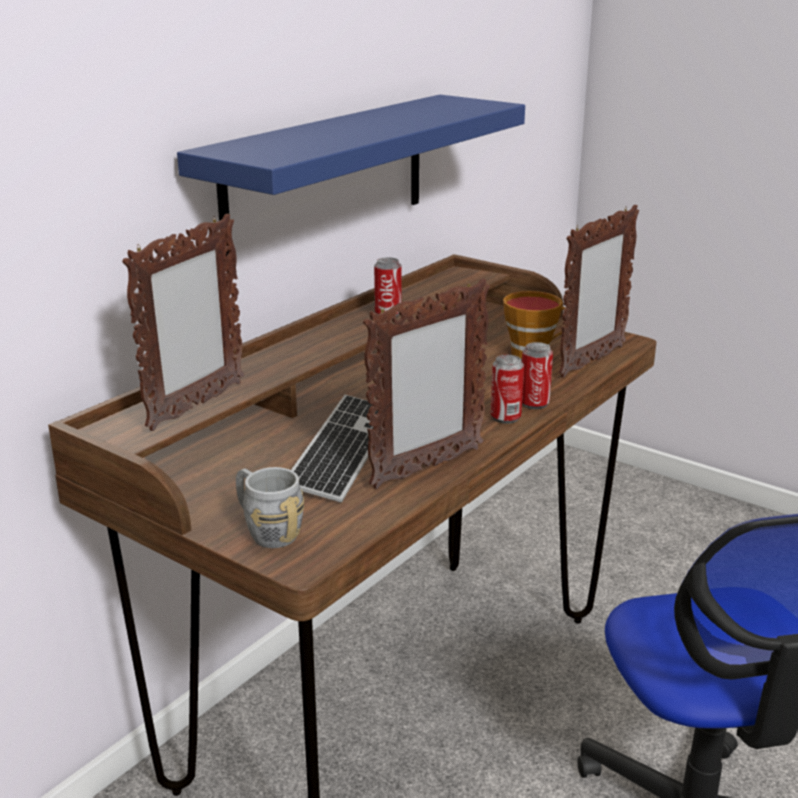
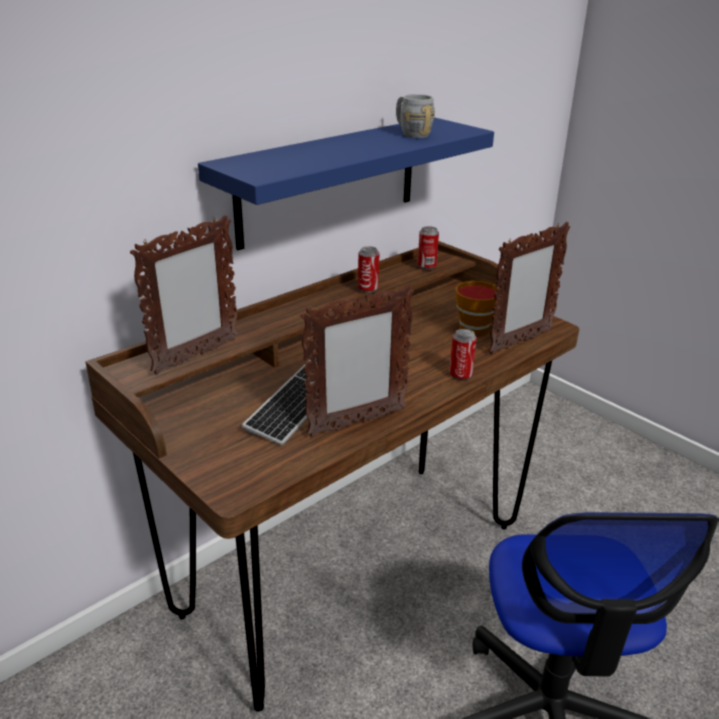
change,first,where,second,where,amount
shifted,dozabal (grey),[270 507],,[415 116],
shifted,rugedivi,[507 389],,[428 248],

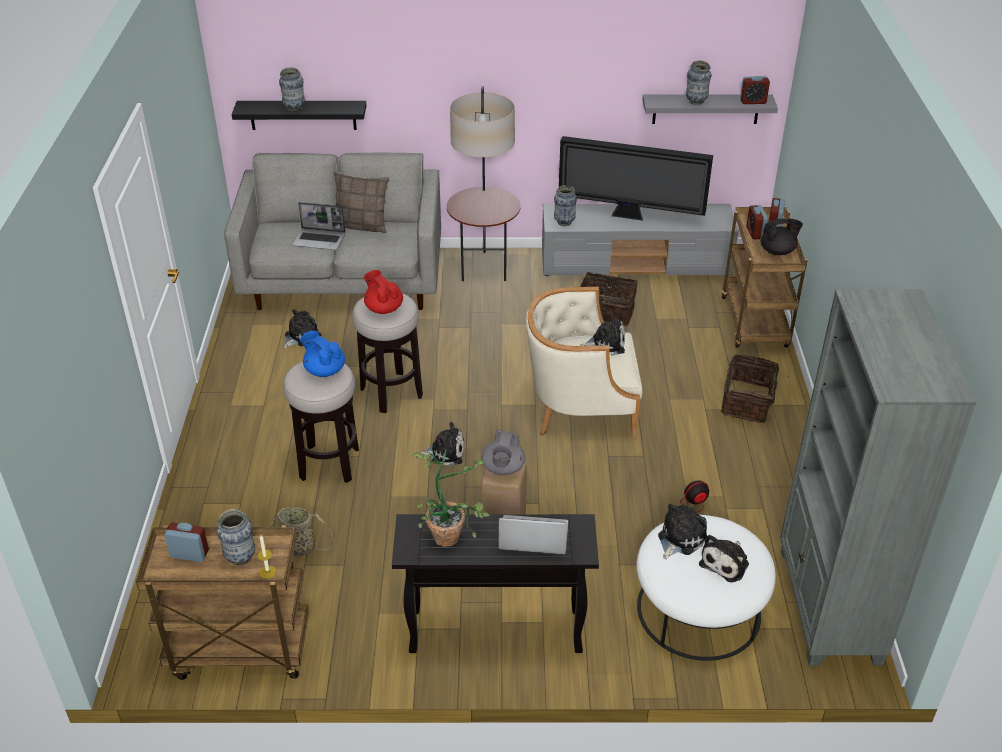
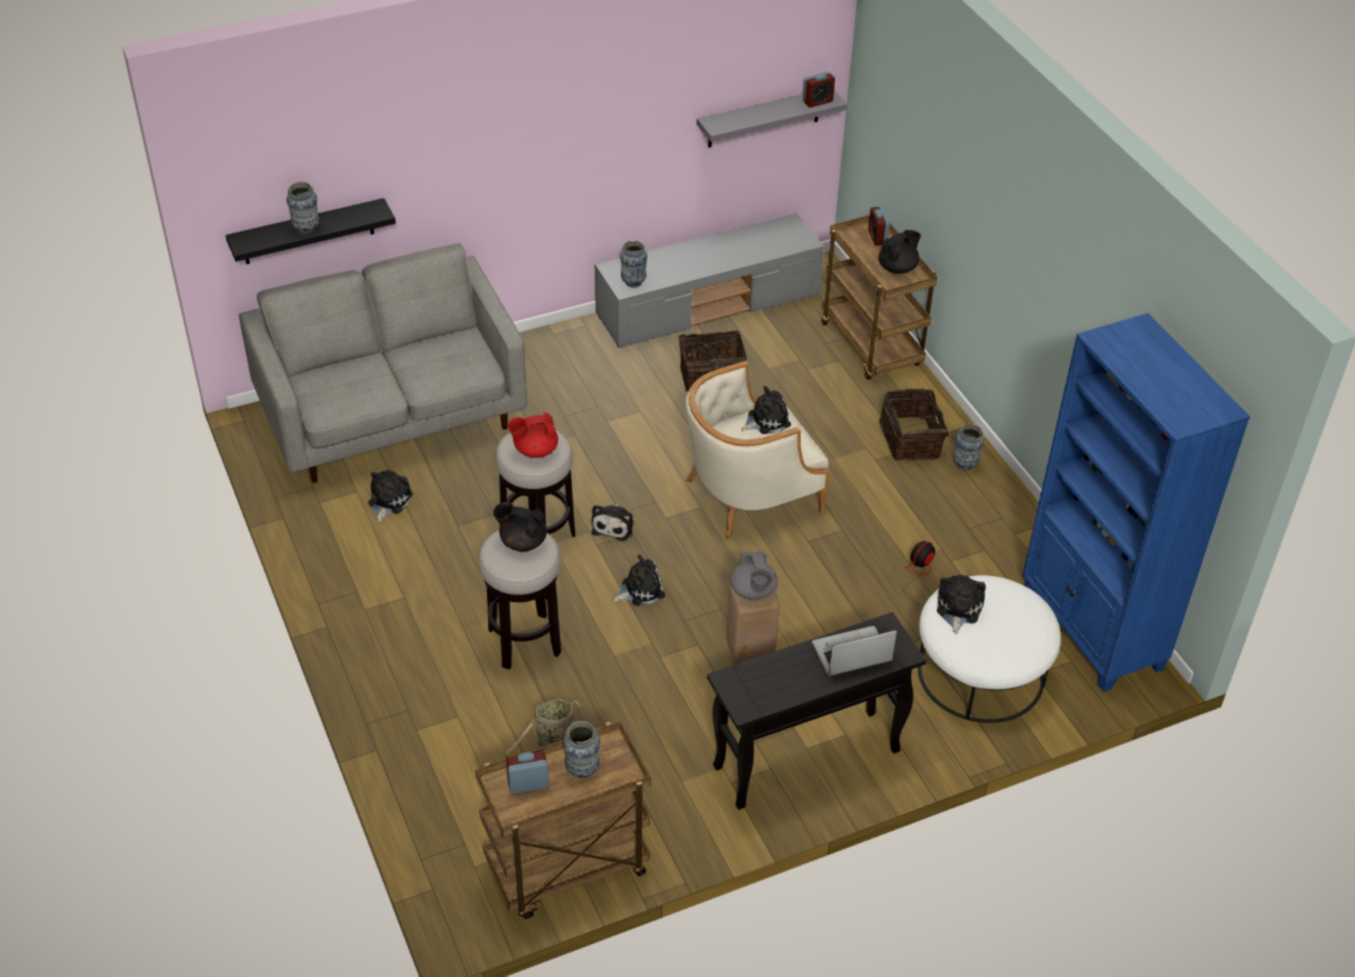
change,first,where,second,where,amount
gone,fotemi,[266 557],,,
gone,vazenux,[319 226],,,
repainted,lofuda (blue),[322 354],lofuda (black),[520 527],
gone,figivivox,[361 202],,,
rotated,lofuda (red),[383 292],,[533 435],45 degrees counterclockwise
gone,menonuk,[451 498],,,
gone,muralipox,[484 183],,,
gone,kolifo,[636 178],,,
shifted,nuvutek,[699 83],,[968 447],
shifted,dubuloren,[724 559],,[612 522],
gone,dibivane,[757 222],,,
repainted,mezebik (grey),[878 477],mezebik (blue),[1136 502],

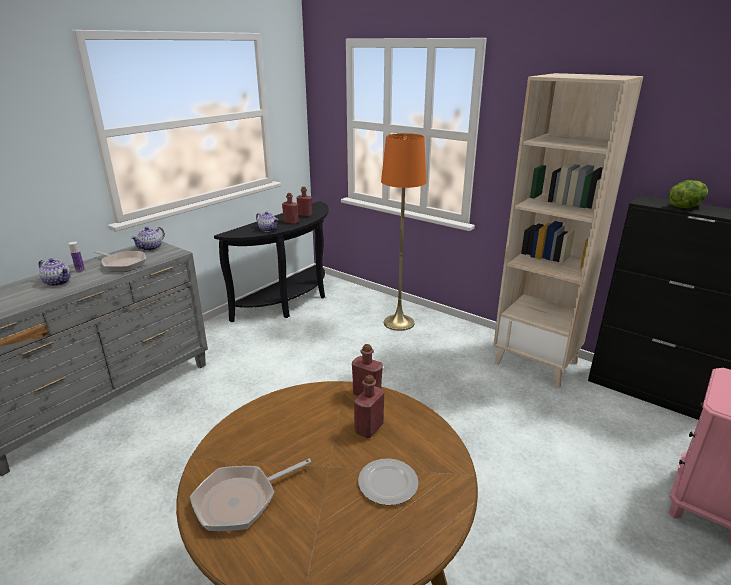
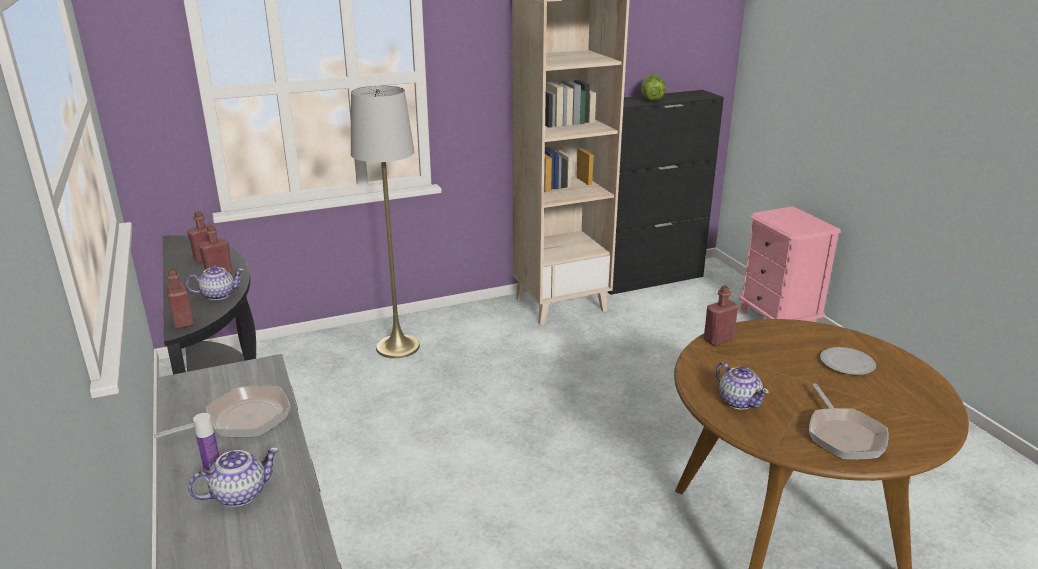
change,first,where,second,where,amount
shifted,lofuda,[148 239],,[742 386],
shifted,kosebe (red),[369 406],,[180 299],
repainted,muralipox (orange),[403 232],muralipox (grey),[385 221],

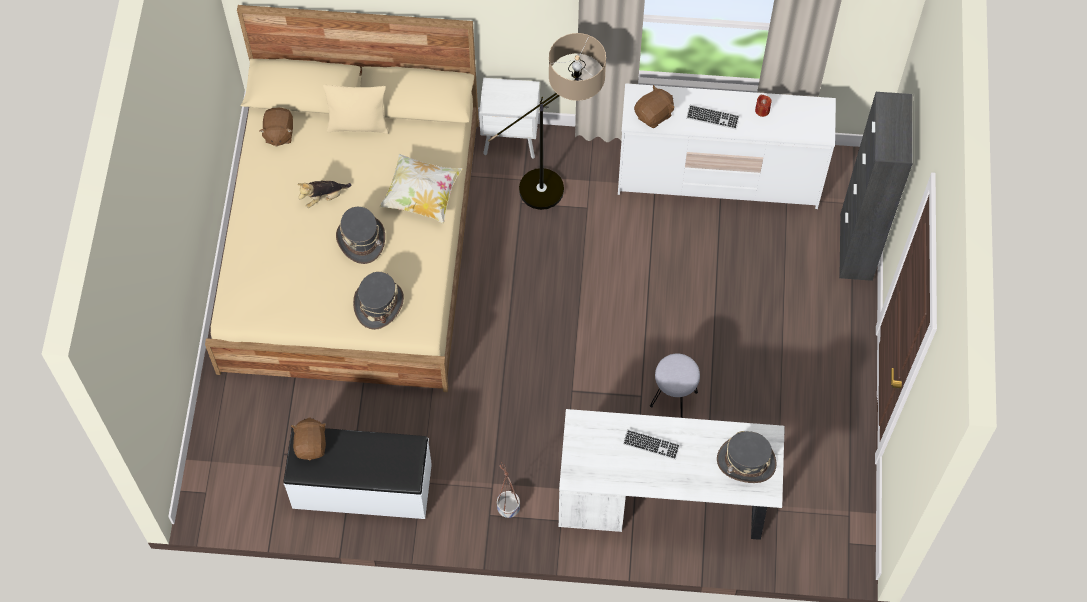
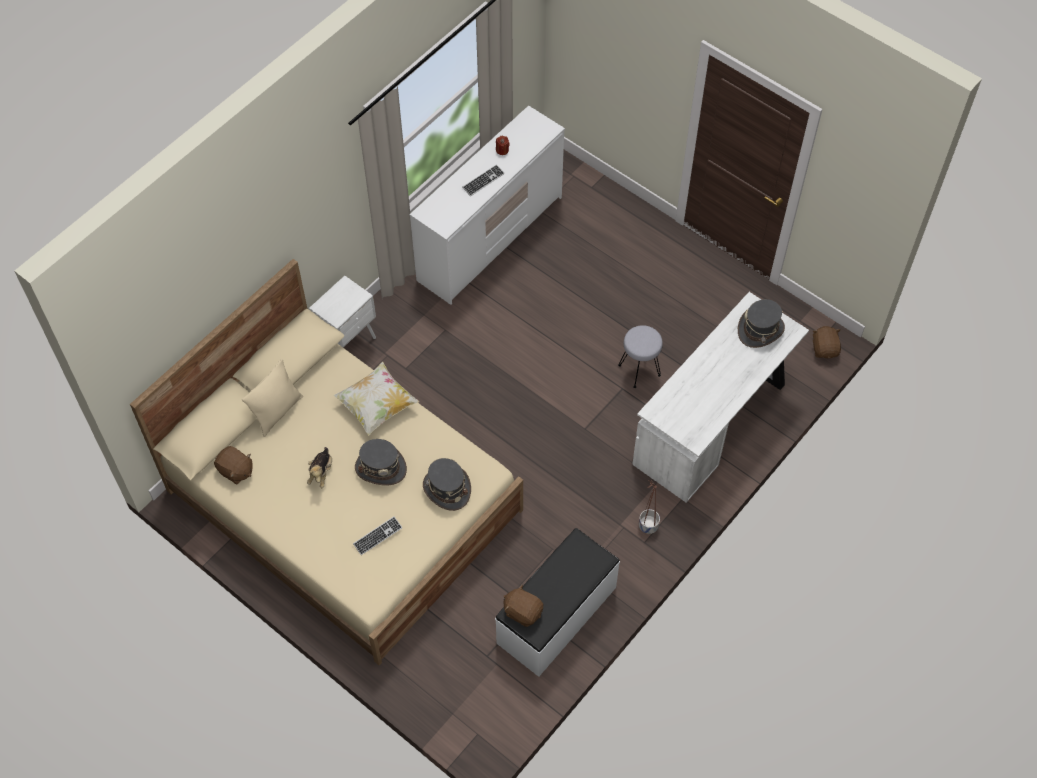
change,first,where,second,where,amount
gone,muralipox,[547 121],,,
shifted,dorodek,[651 444],,[377 536],
shifted,dubuloren (brown),[654 106],,[827 342],
gone,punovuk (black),[876 186],,,

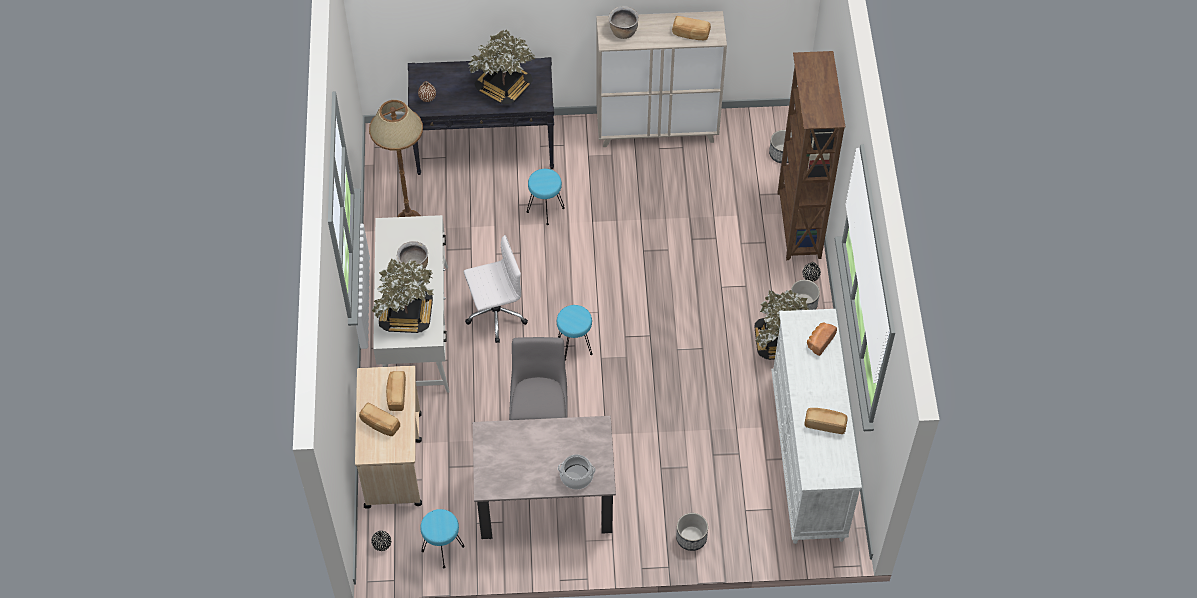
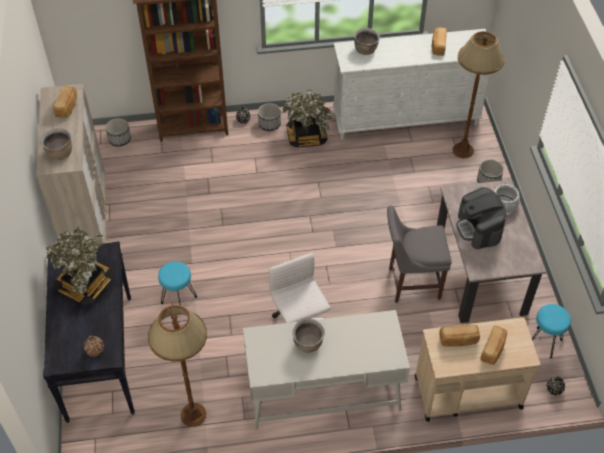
change,first,where,second,where,amount
gone,menonuk,[403 295],,,
gone,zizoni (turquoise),[575 333],,,
swapped,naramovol,[822 339],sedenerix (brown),[367 41],
new,,,muralipox (brown),[478 94],
new,,,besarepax,[481 218],

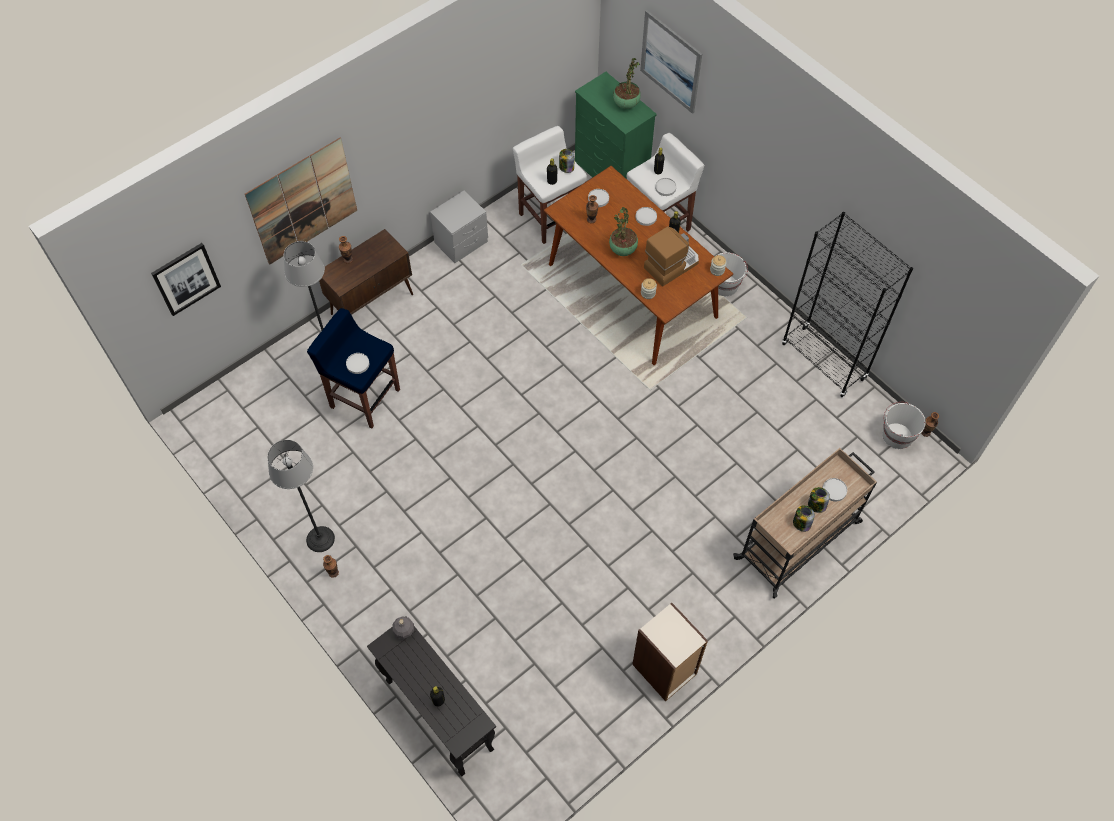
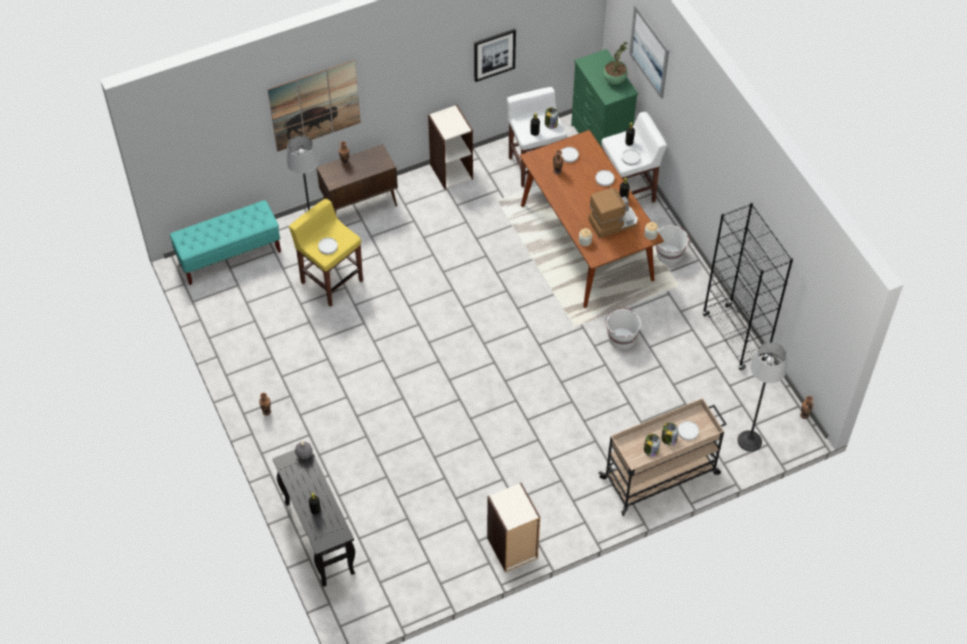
change,first,where,second,where,amount
shifted,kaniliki,[186 279],,[495 55],
shifted,muralipox,[301 496],,[762 397],
repainted,zizoni (blue),[353 368],zizoni (yellow),[326 253],
swapped,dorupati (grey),[459 227],mezebik,[450 147],
gone,menonuk,[623 231],,,
shifted,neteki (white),[903 425],,[623 329],
new,,,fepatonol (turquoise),[225 242],

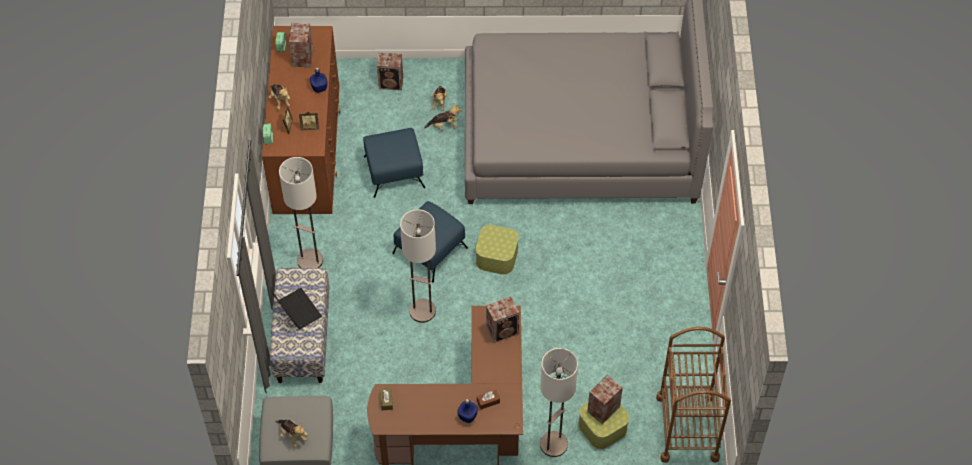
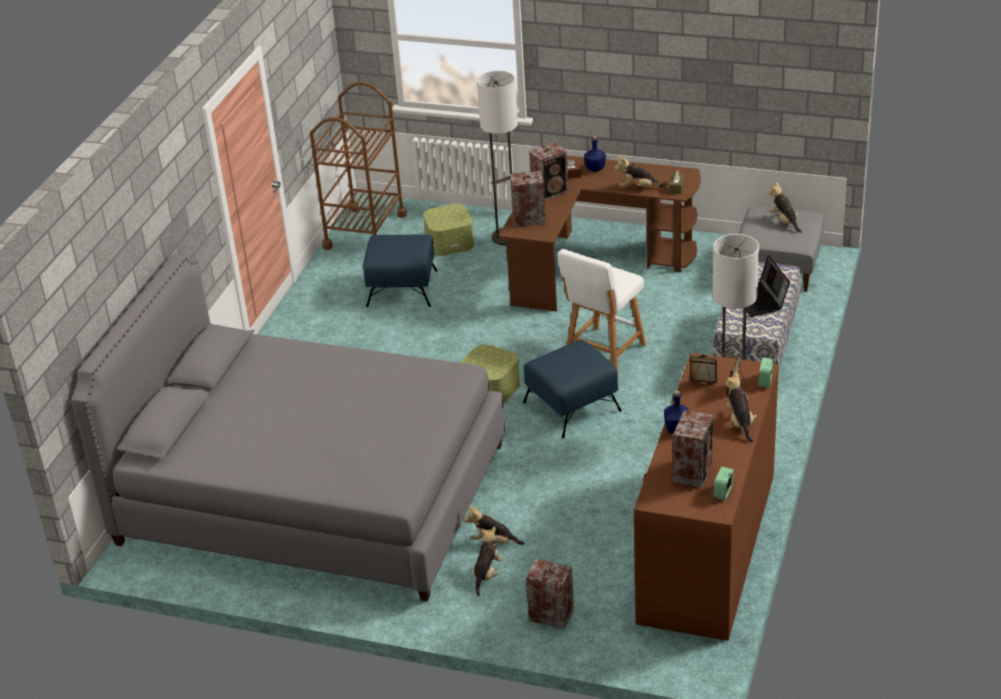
change,first,where,second,where,amount
shifted,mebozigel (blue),[394 163],,[400 270],
swapped,muralipox,[418 266],zizoni (white),[601 311],
shifted,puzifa,[605 399],,[549 171],
new,,,dubuloren,[639 171],

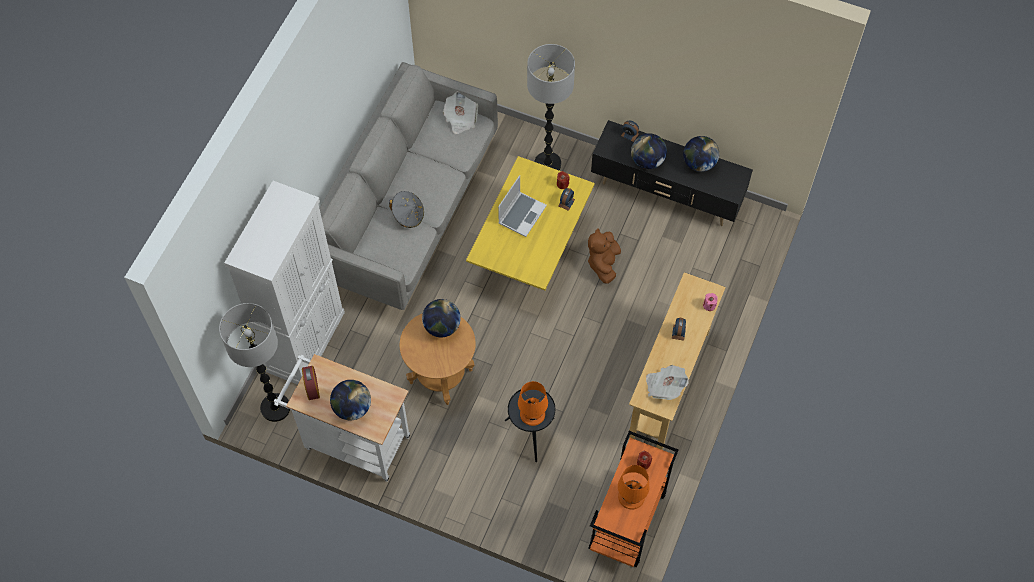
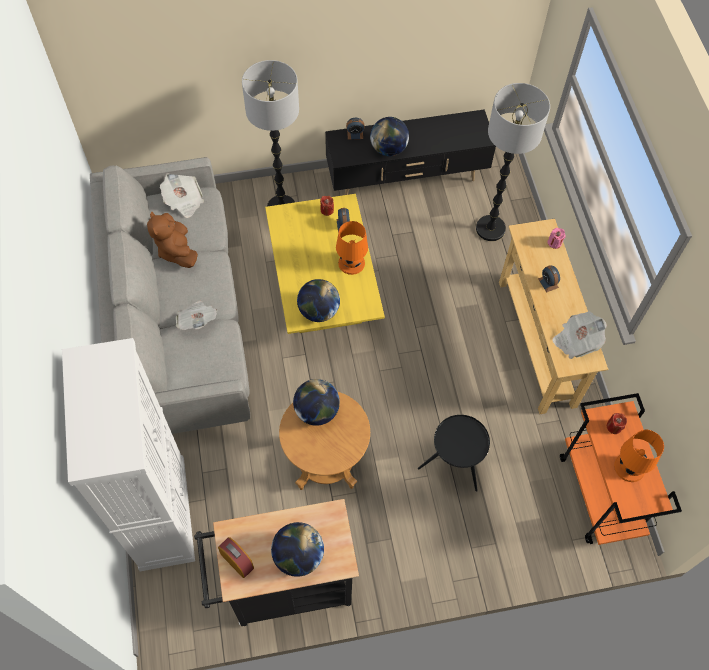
change,first,where,second,where,amount
shifted,muralipox,[254 362],,[513 162],
repainted,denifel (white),[342 418],denifel (black),[276 562],
swapped,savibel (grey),[406 209],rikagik,[197 315],
gone,vazenux,[522 206],,,
shifted,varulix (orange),[533 403],,[352 248],
shifted,dubuloren (brown),[604 256],,[172 239],
shifted,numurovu,[701 154],,[318 300],

